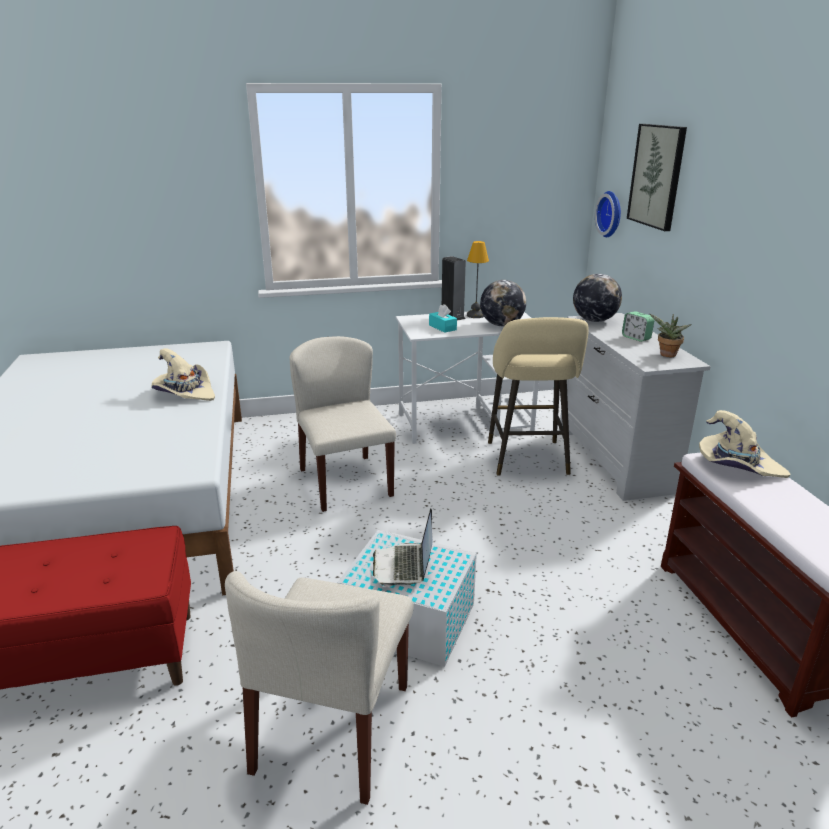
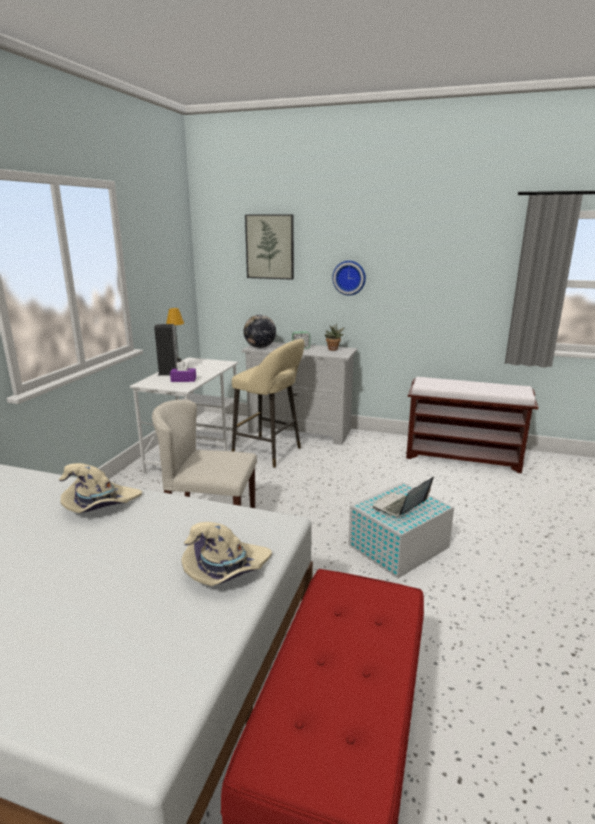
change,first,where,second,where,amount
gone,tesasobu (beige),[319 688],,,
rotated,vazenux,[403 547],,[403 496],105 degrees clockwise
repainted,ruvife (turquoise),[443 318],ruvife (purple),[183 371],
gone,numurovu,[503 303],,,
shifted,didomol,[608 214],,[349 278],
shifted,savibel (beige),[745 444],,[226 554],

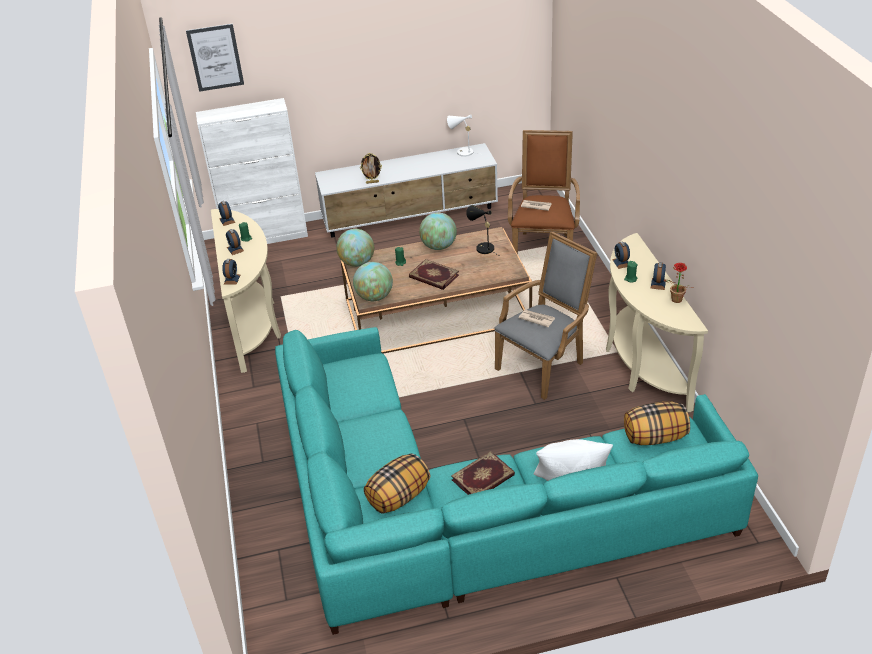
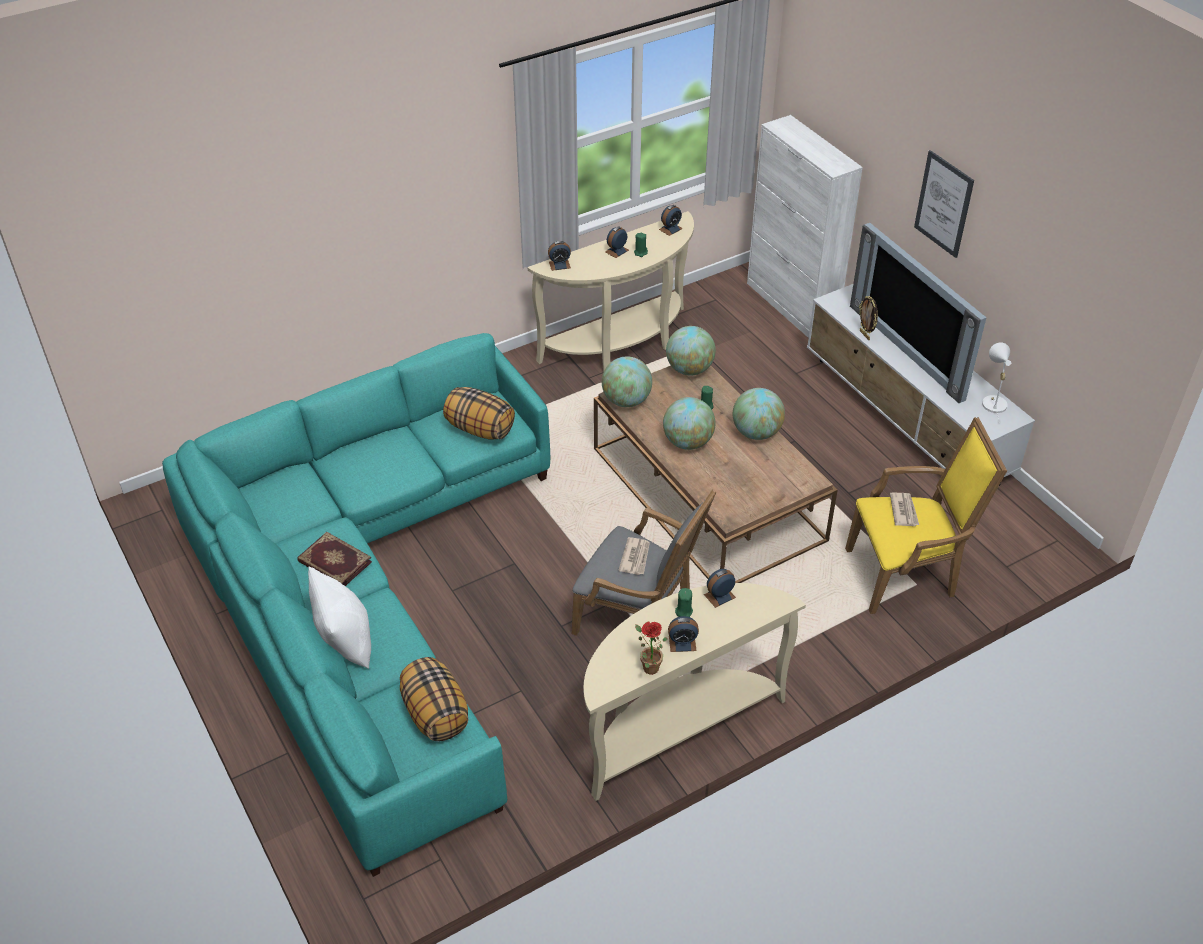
change,first,where,second,where,amount
shifted,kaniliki,[215 58],,[944 204],
shifted,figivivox,[397 483],,[479 413],
swapped,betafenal,[434 274],numurovu,[689 423],
gone,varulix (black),[483 230],,,
repainted,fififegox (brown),[544 192],fififegox (yellow),[926 515],
new,,,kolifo,[918 313],

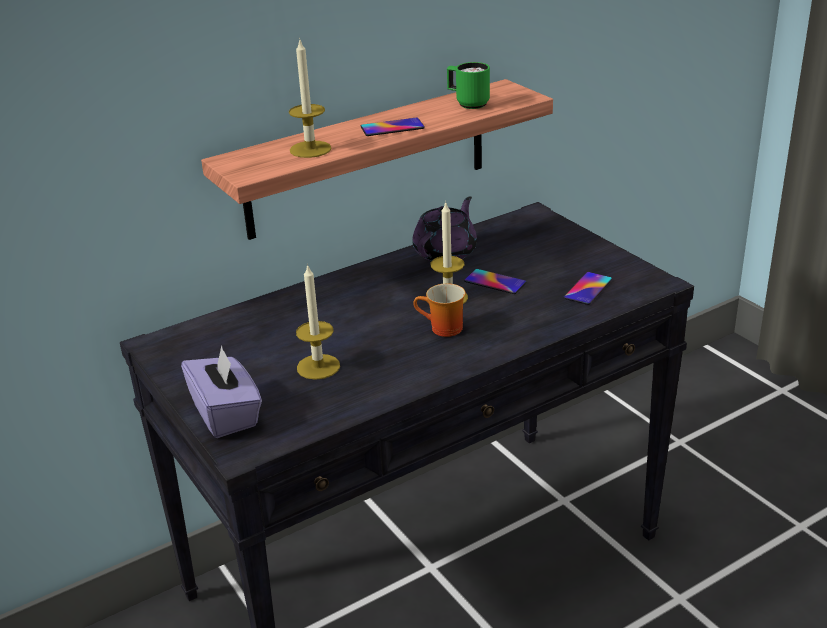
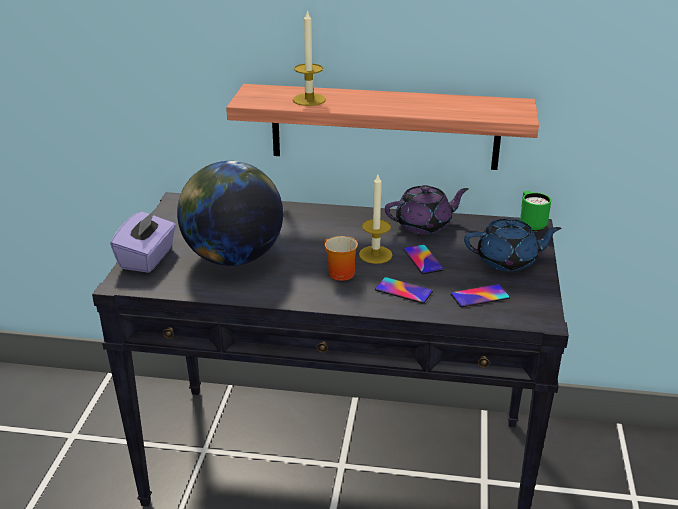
change,first,where,second,where,amount
swapped,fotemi,[318 322],numurovu,[230 213],
shifted,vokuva,[393 127],,[404 290],
shifted,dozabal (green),[468 85],,[535 211],
new,,,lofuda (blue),[513 244],

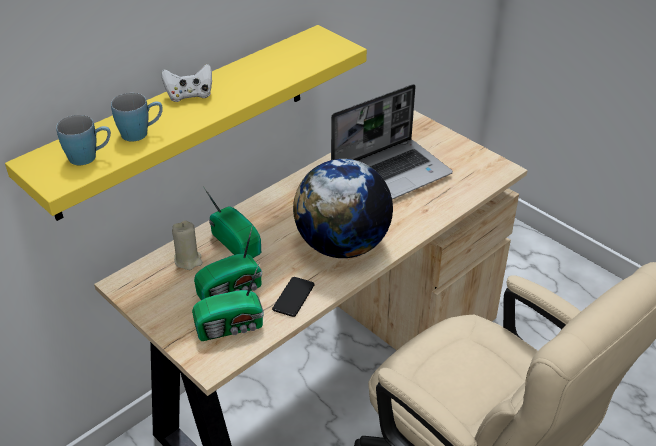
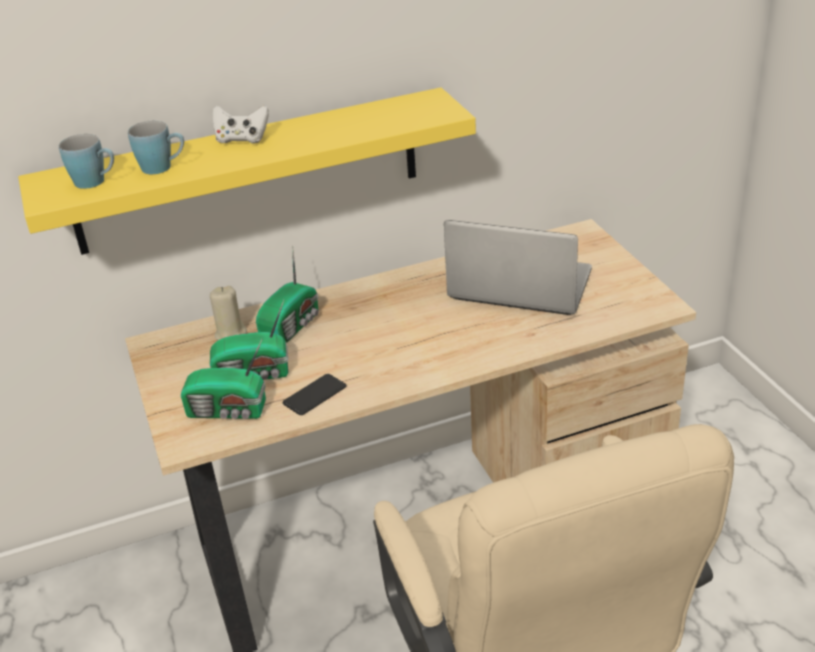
change,first,where,second,where,amount
rotated,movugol,[232 222],,[287 294],45 degrees clockwise
gone,numurovu,[343 208],,,
rotated,vazenux,[392 141],,[518 267],150 degrees counterclockwise

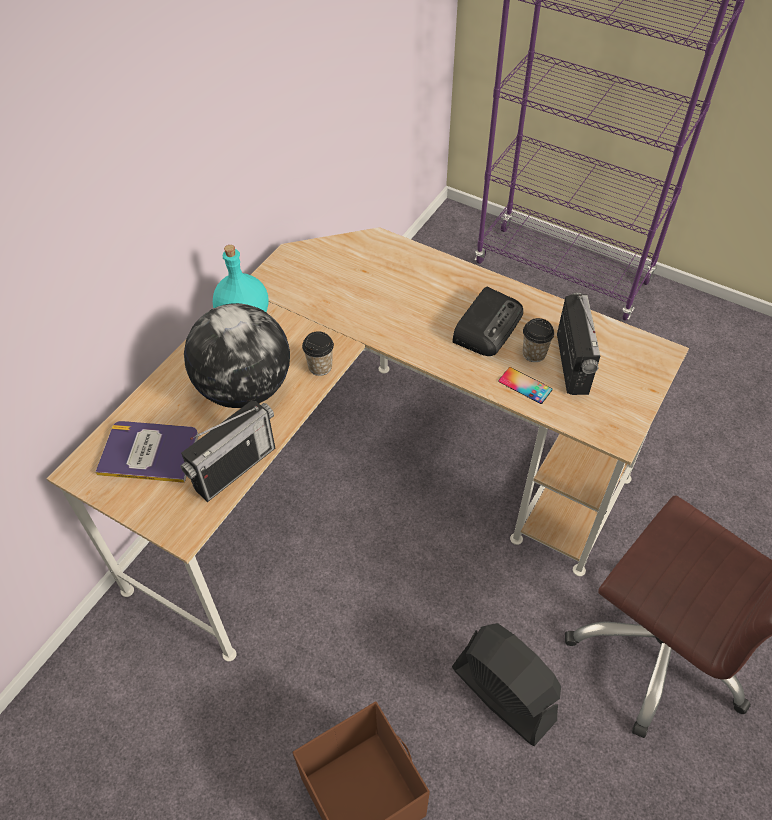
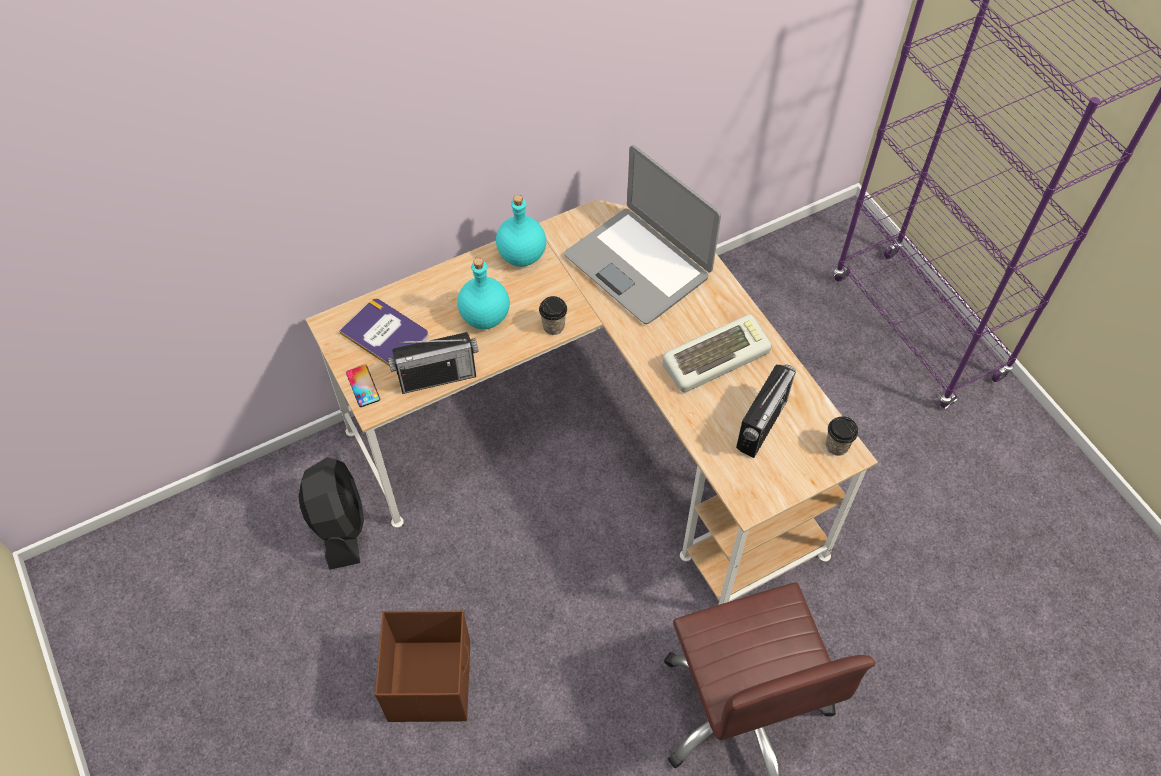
change,first,where,second,where,amount
swapped,numurovu,[237 355],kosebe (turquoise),[483 293],
shifted,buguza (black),[506 684],,[331 513],
swapped,movugol,[488 321],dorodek,[717 353],
shifted,vokuva,[525 385],,[363 386],
shifted,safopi,[538 340],,[842 436],
new,,,vazenux,[642 234],

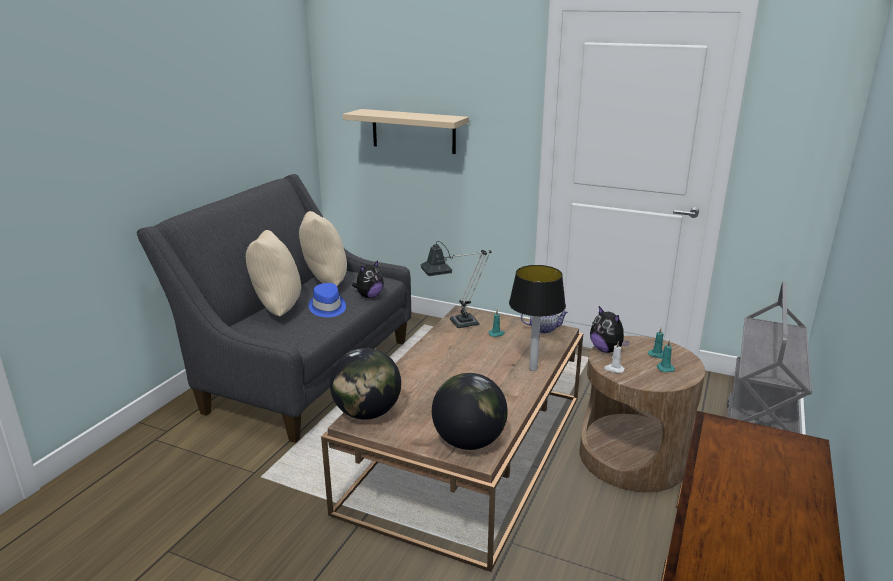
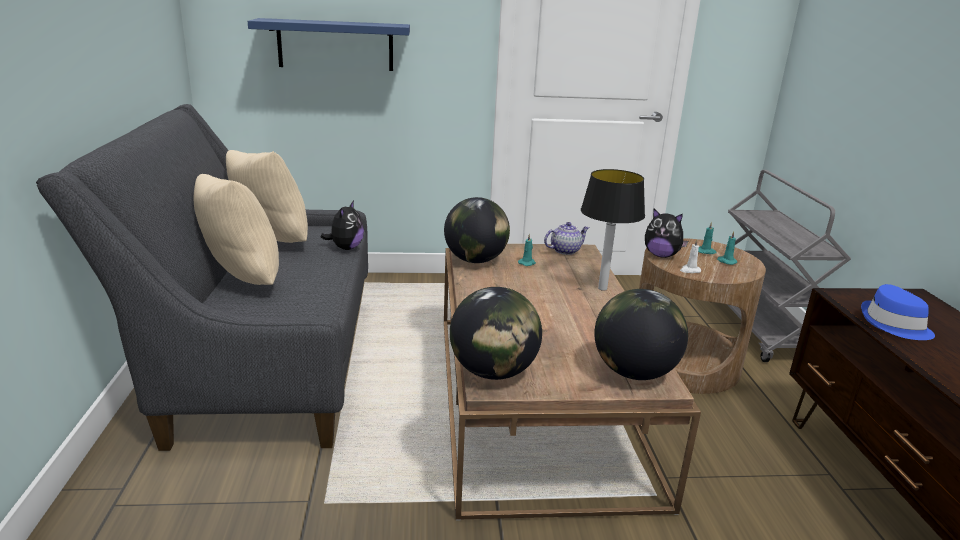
change,first,where,second,where,amount
shifted,savibel (blue),[327 300],,[898 312],
repainted,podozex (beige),[406 131],podozex (blue),[329 44],
swapped,varulix,[456 284],numurovu,[477 230],

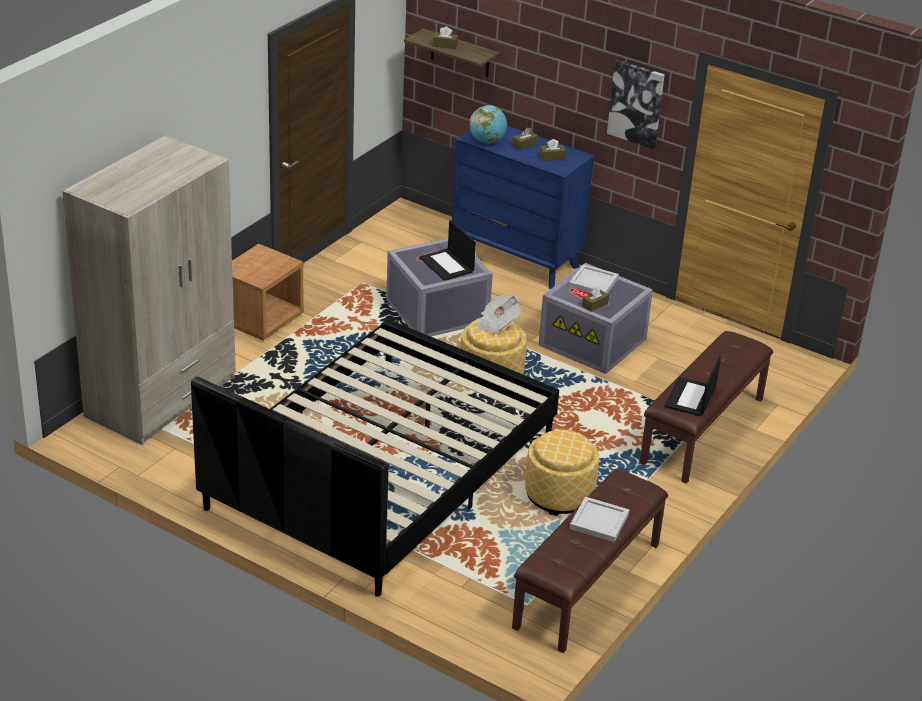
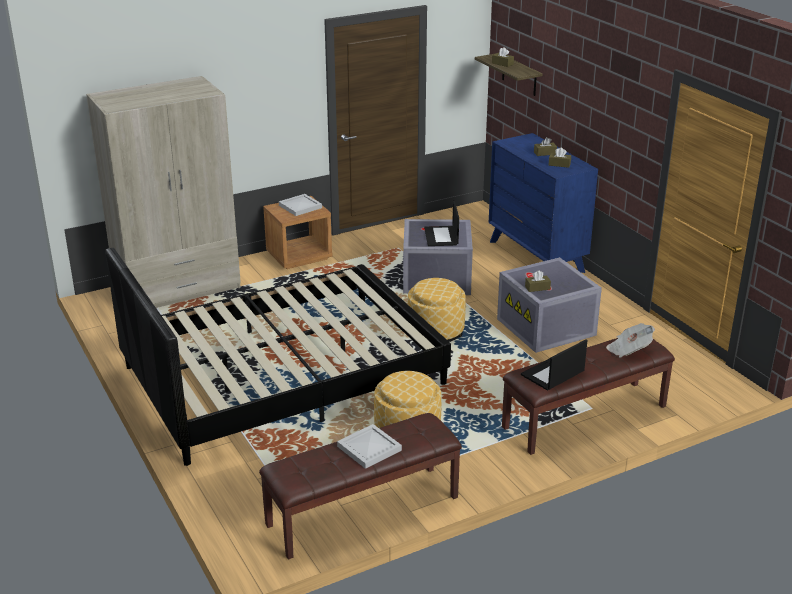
change,first,where,second,where,amount
gone,numurovu,[488 124],,,
shifted,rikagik,[498 314],,[630 340],
shifted,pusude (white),[594 278],,[300 205],
gone,kaniliki,[636 104],,,

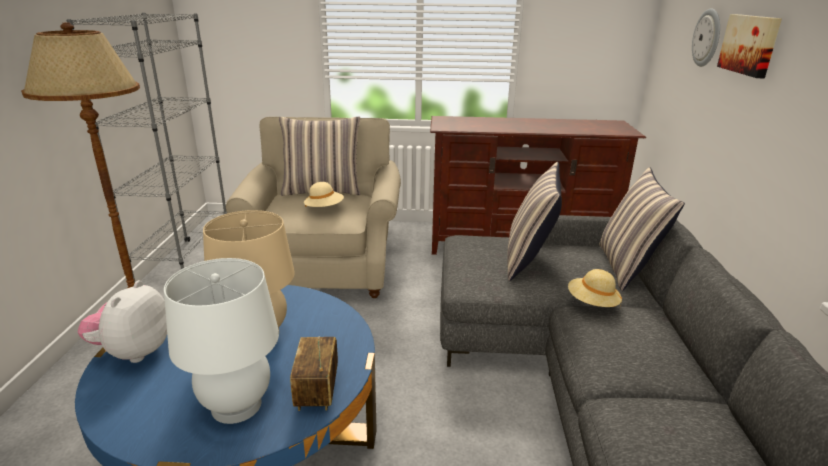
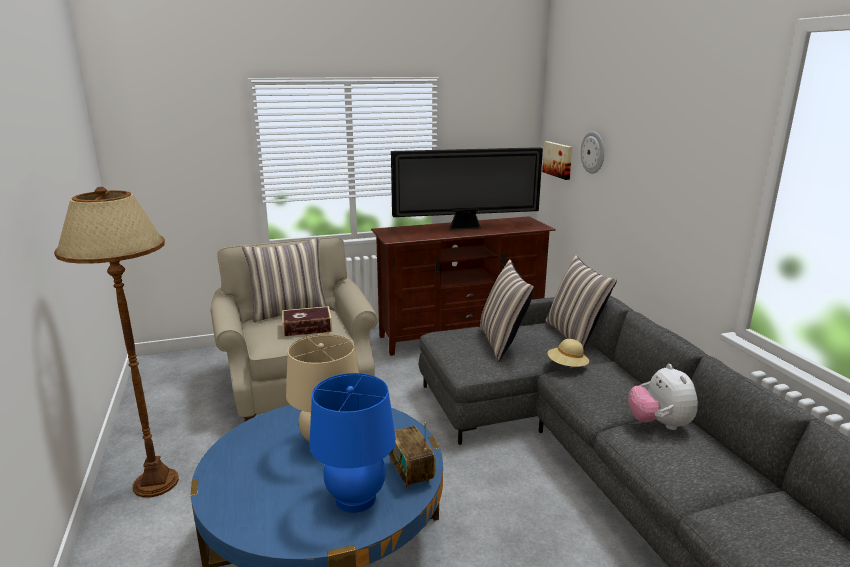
change,first,where,second,where,amount
gone,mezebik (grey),[146 147],,,
shifted,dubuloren,[122 321],,[663 397],
repainted,varulix (white),[221 341],varulix (blue),[352 443],
swapped,savibel (beige),[324 194],betafenal,[307 321],
shifted,kaniliki,[749 46],,[557 160],
new,,,kolifo,[467 188],

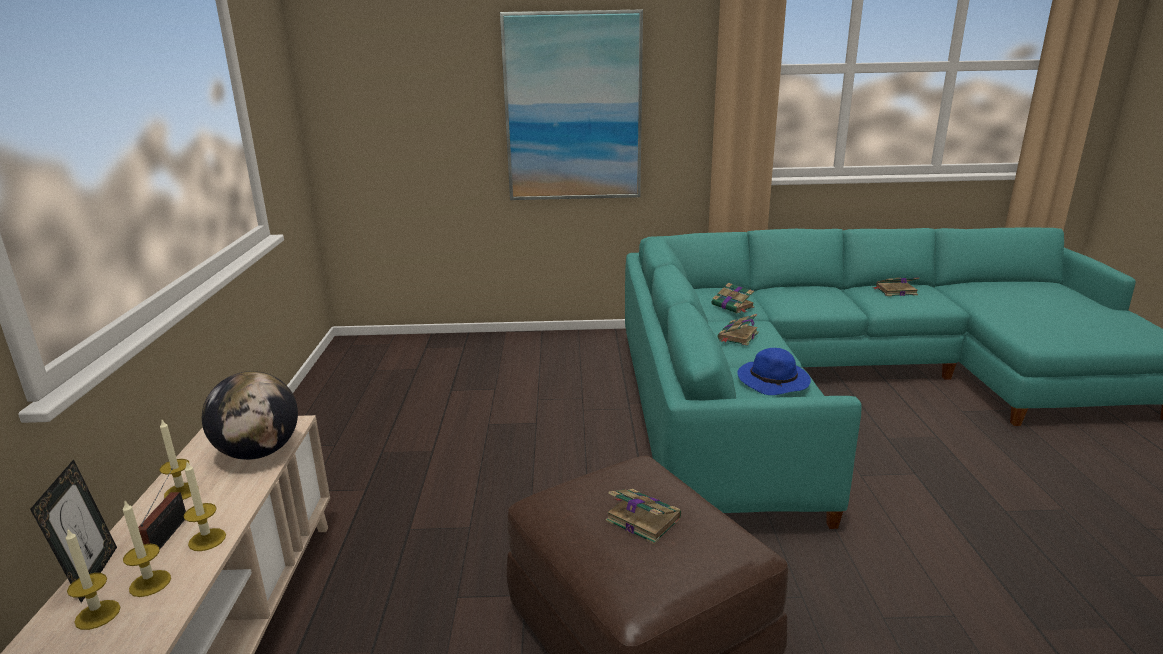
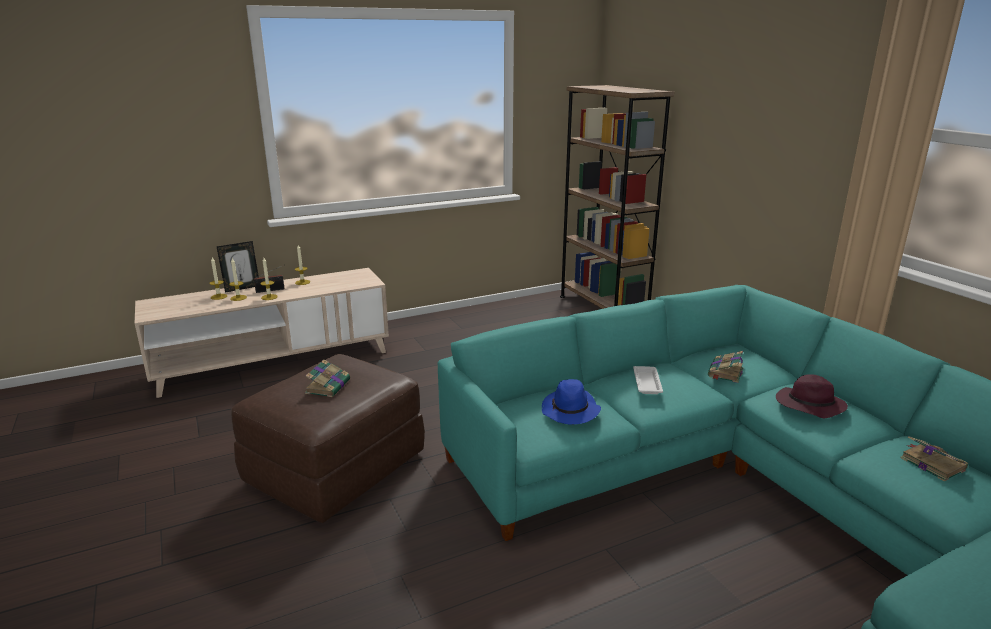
change,first,where,second,where,amount
gone,numurovu,[250 415],,,
gone,kaniliki,[571 104],,,
swapped,betafenal,[738 330],pusude (white),[648 380],
new,,,mezebik (brown),[617 197],
new,,,savibel (purple),[812 396],

